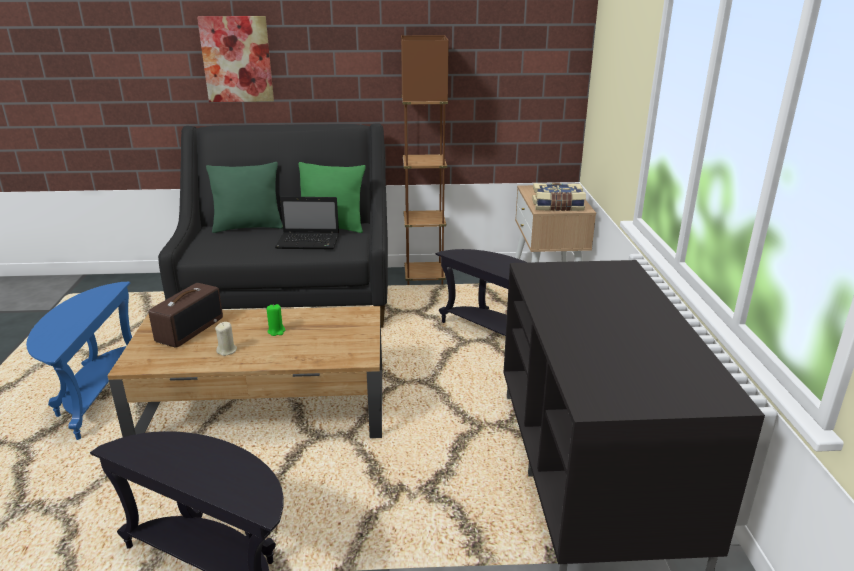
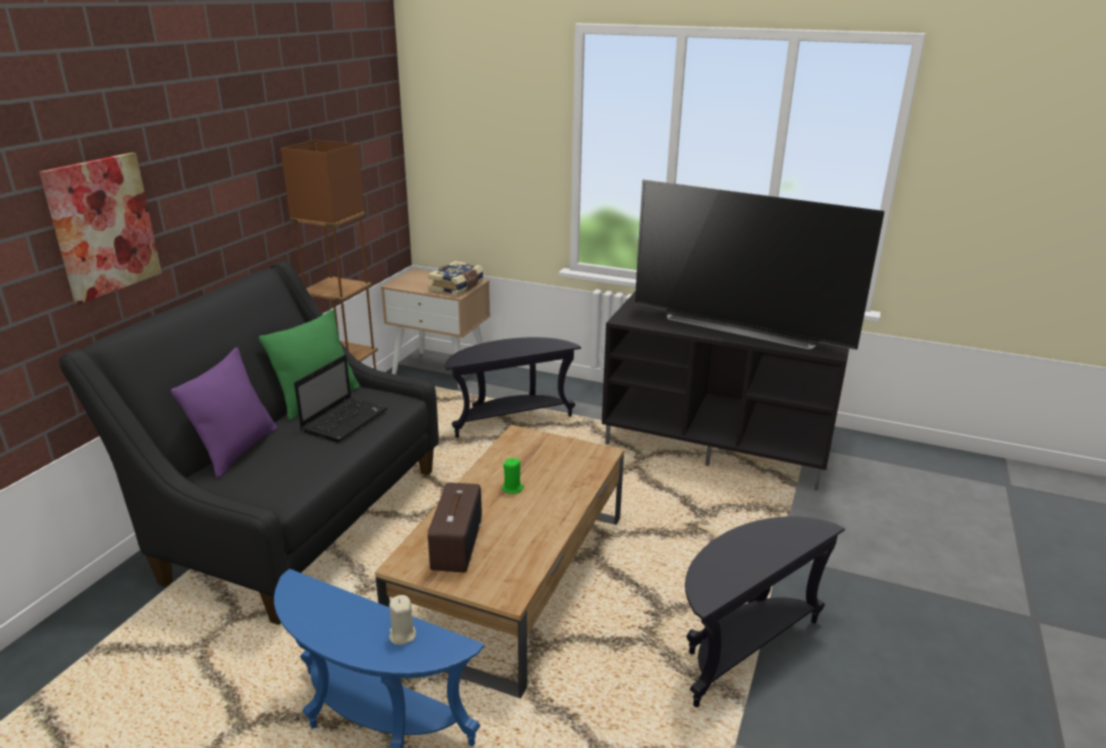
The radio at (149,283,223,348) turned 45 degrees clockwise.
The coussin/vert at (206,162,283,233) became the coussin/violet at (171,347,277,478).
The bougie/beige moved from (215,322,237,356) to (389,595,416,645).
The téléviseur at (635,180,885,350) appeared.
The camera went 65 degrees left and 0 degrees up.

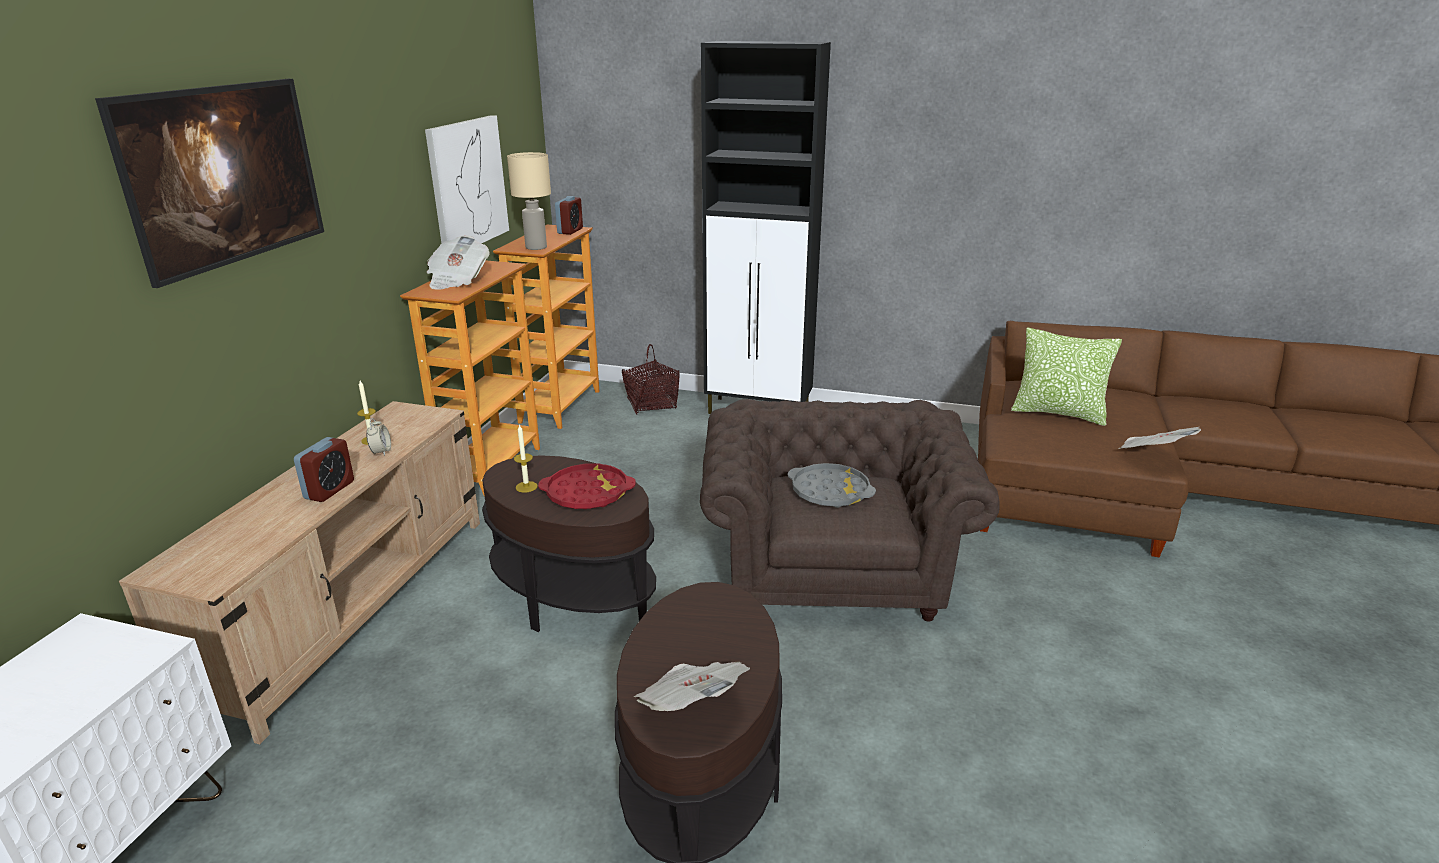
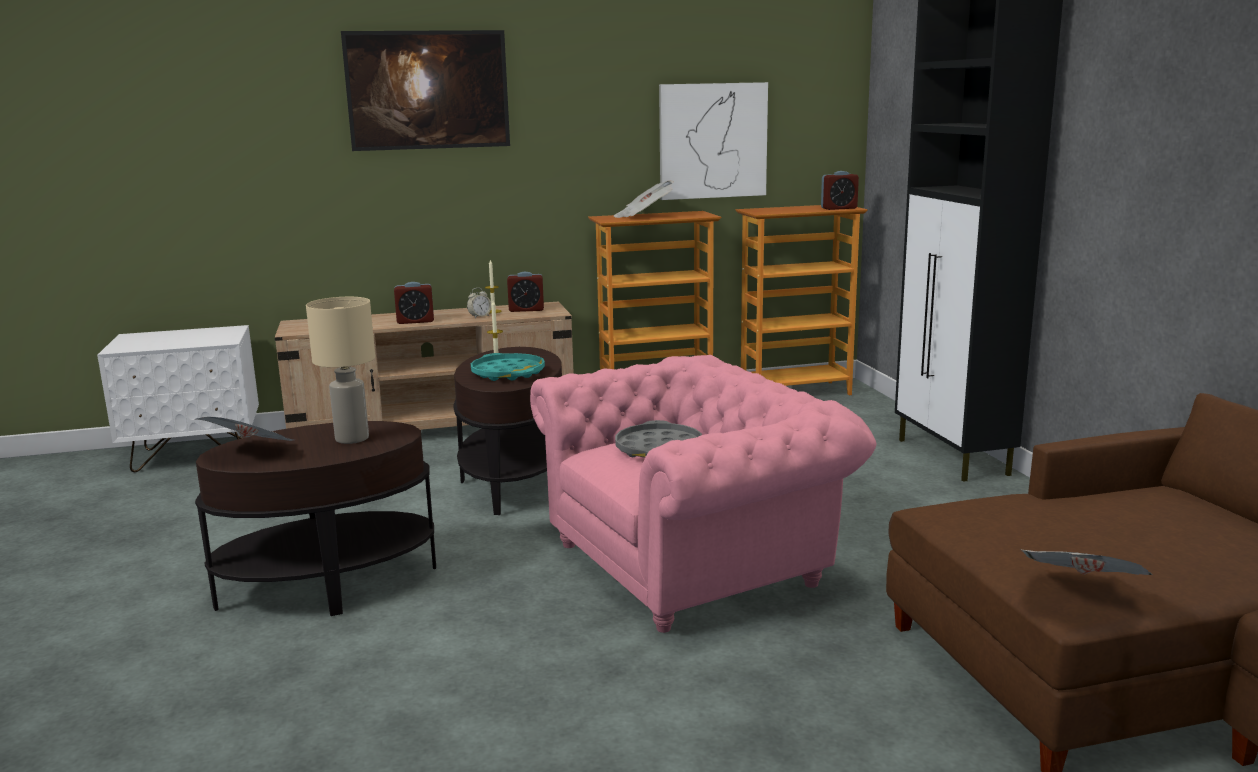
The lampe de table/beige moved from (507,152,551,250) to (306,297,375,444).
The plateau/rouge at (538,463,636,509) became the plateau/turquoise at (471,353,545,381).
The panier at (622,344,680,415) disappeared.
The fauteuil/marron at (700,399,1000,621) became the fauteuil/rose at (530,355,877,633).
The coussin at (1011,328,1122,426) disappeared.
The réveil at (507,272,544,312) appeared.
The camera went 60 degrees right and 10 degrees down.

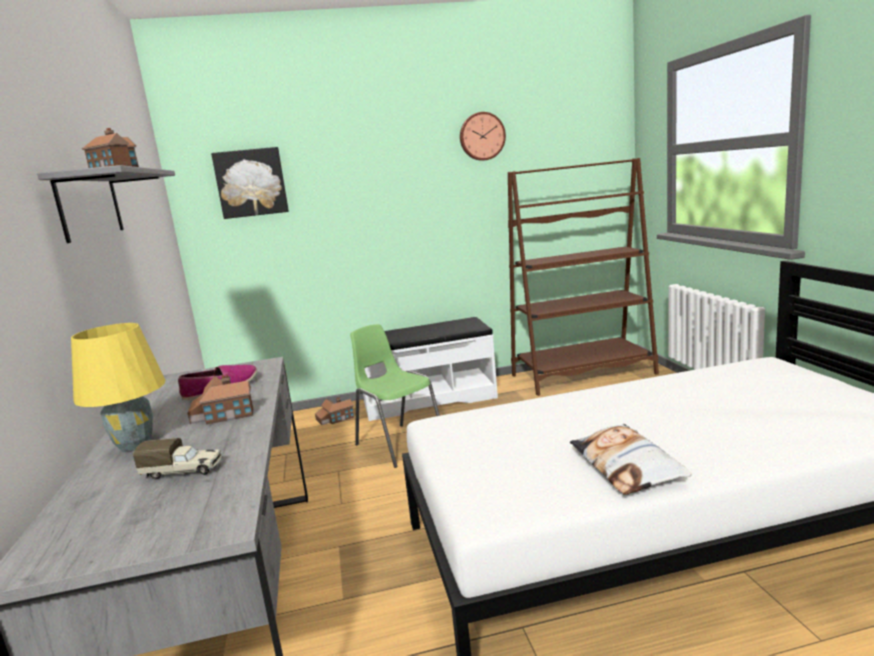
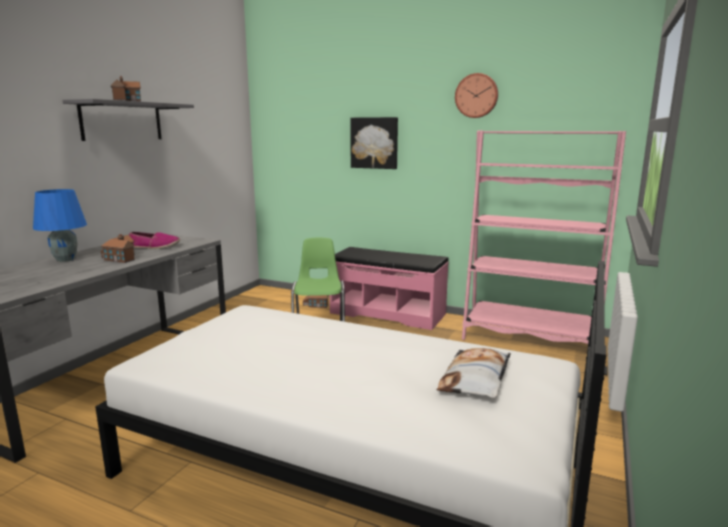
The lampe de table/jaune at (71,323,166,452) became the lampe de table/bleu at (33,189,87,262).
The camion jouet at (133,438,222,479) disappeared.
The tableau moved from (211,147,289,219) to (350,117,398,169).
The banc/blanc at (363,317,498,421) became the banc/rose at (330,247,449,330).
The bibliothèque/marron at (508,158,659,396) became the bibliothèque/rose at (462,131,626,344).
The coussin moved from (570,424,692,495) to (437,348,511,398).
The camera went 35 degrees right and 0 degrees up.

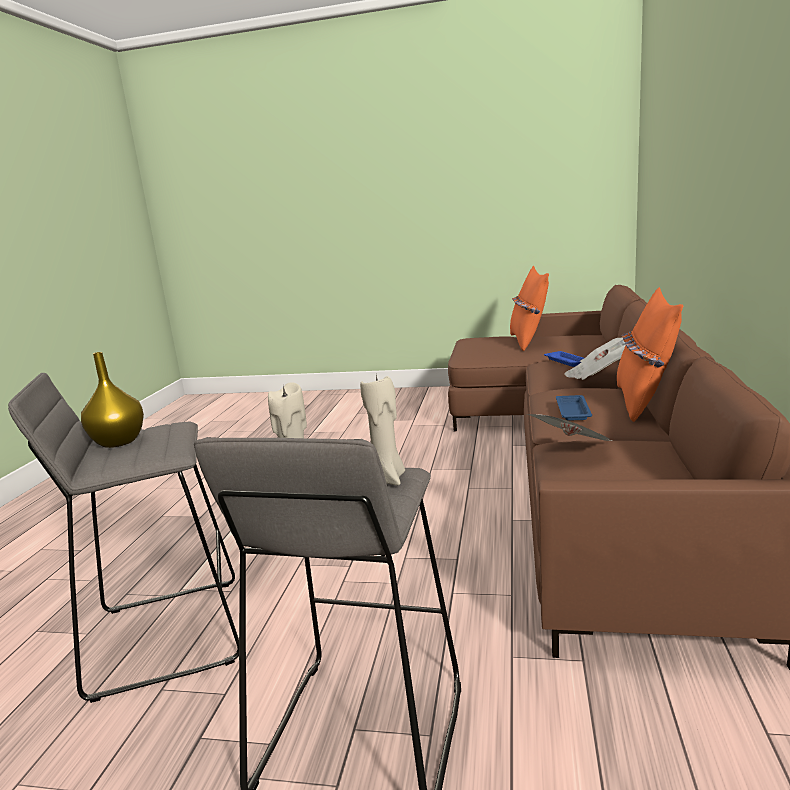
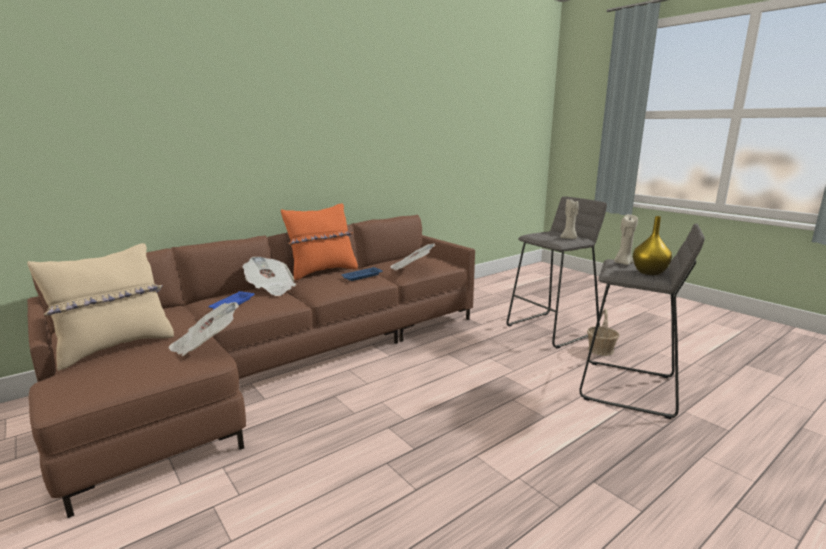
The bougie/beige moved from (360,375,405,485) to (614,214,638,265).
The coussin/orange at (510,266,549,351) became the coussin/beige at (27,243,174,371).
The journal at (169,302,239,356) appeared.
The panier at (587,308,619,356) appeared.
The camera went 140 degrees left and 0 degrees up.

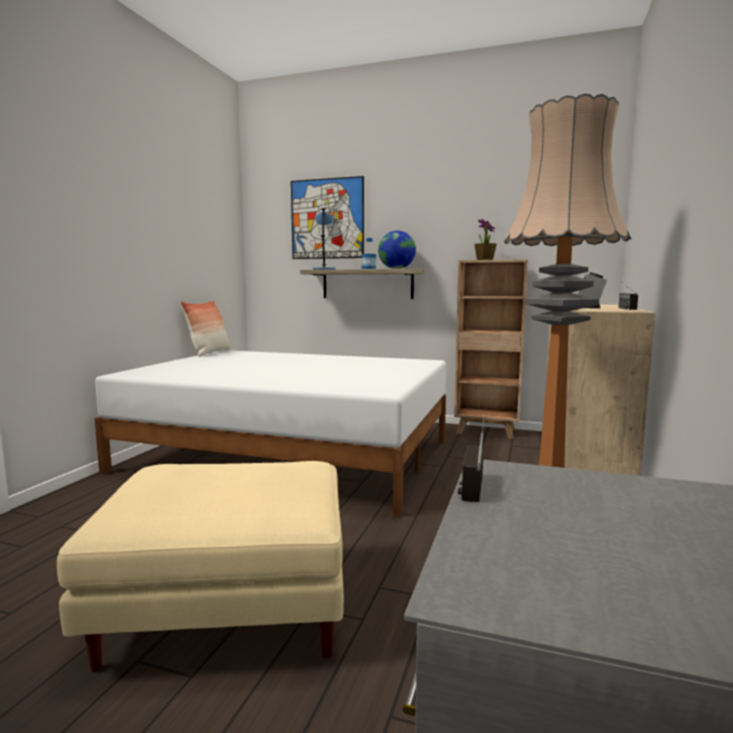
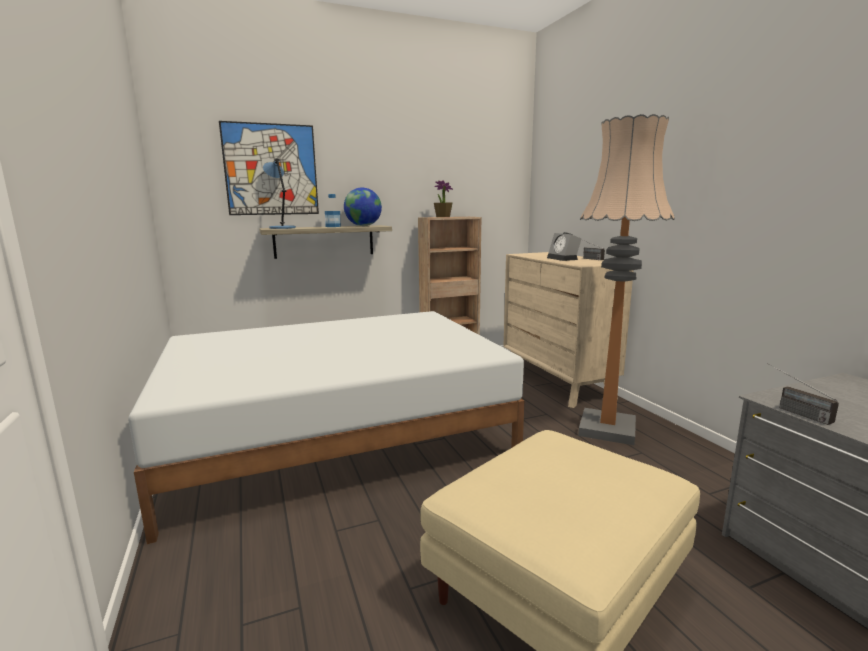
The coussin at (180,301,231,357) disappeared.
The camera went 40 degrees left and 5 degrees up.

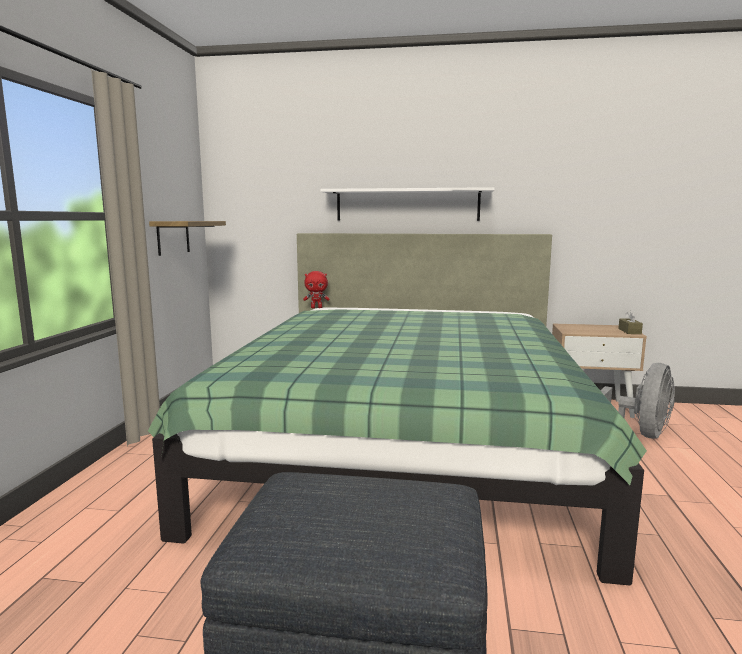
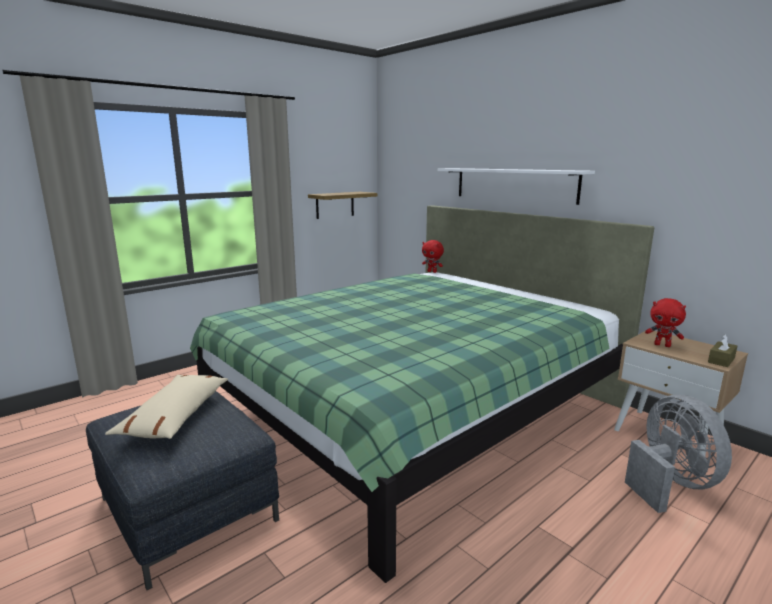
The ventilateur/gris at (600,363,675,438) turned 90 degrees counterclockwise.
The coussin/beige at (105,375,228,439) appeared.
The peluche/rouge at (645,298,686,347) appeared.
The camera went 40 degrees right and 5 degrees up.

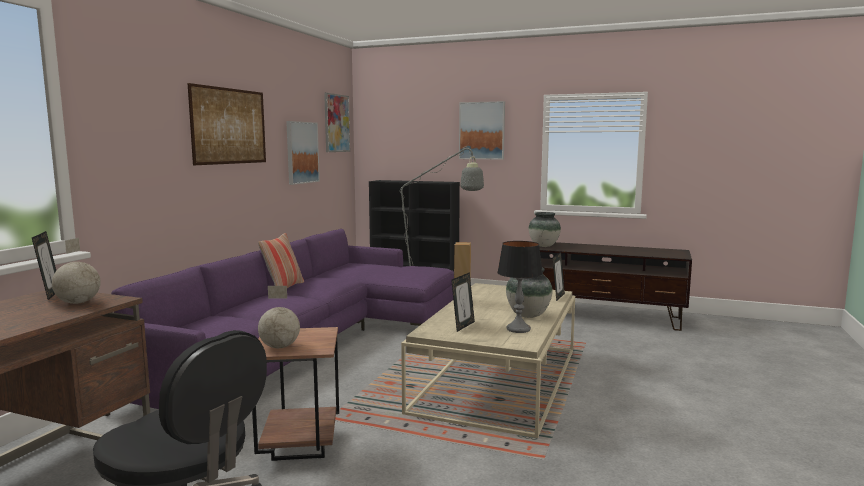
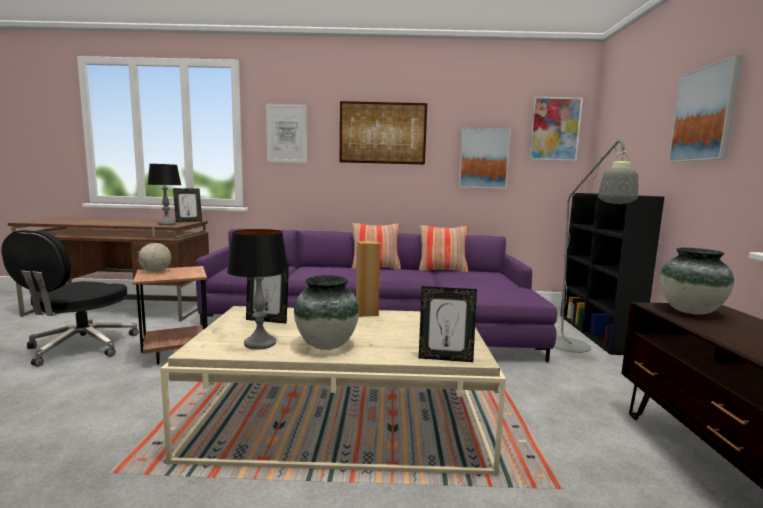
The globe at (52,238,101,304) was replaced by the lampe de table at (147,164,181,225).
The tableau at (266,104,307,163) appeared.
The coussin at (419,225,468,273) appeared.
The camera went 70 degrees right and 0 degrees up.

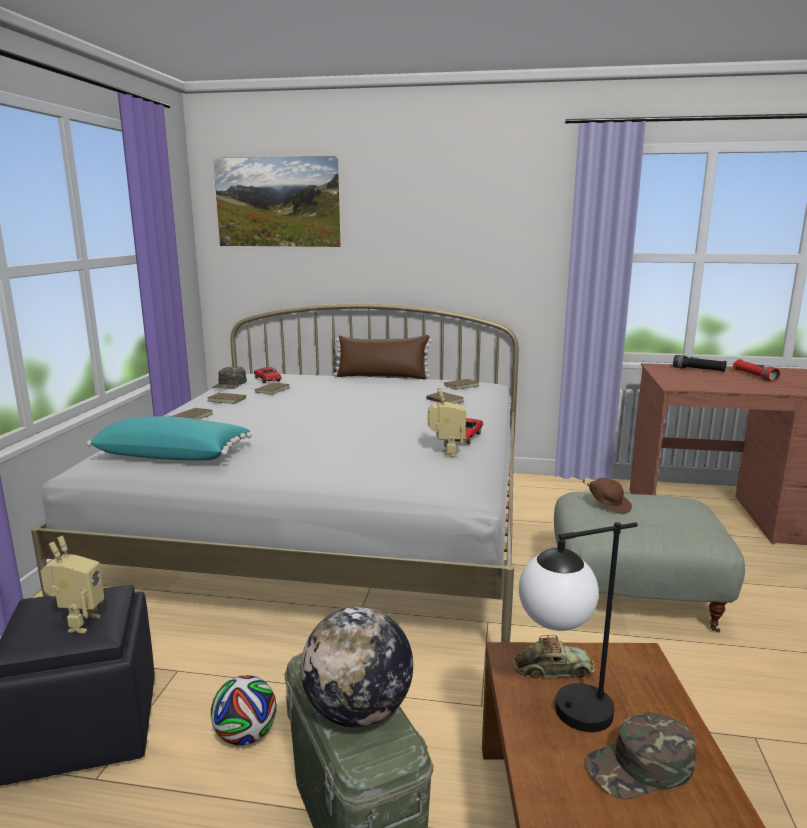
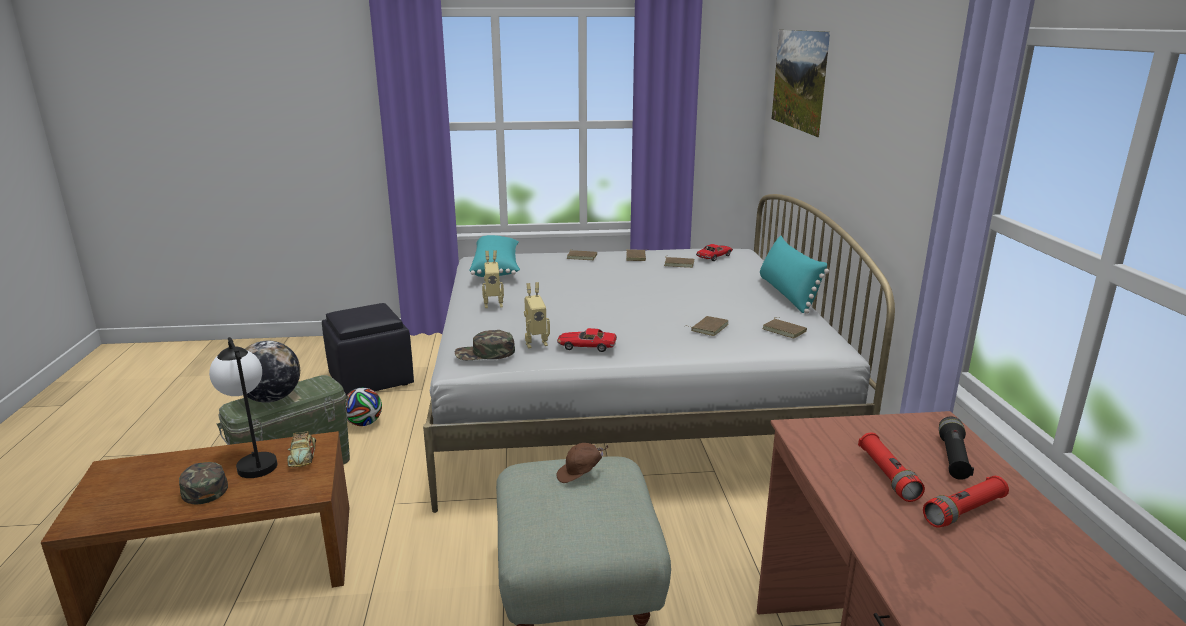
The robot jouet moved from (41,536,105,633) to (482,250,504,308).
The casquette/vert moved from (212,366,247,389) to (455,330,515,360).
The coussin/marron at (334,335,432,379) became the coussin/turquoise at (760,236,829,314).
The casquette/marron at (582,478,632,514) turned 45 degrees clockwise.
The lampe de poche/rouge at (858,432,925,502) appeared.
The camera went 75 degrees right and 5 degrees up.

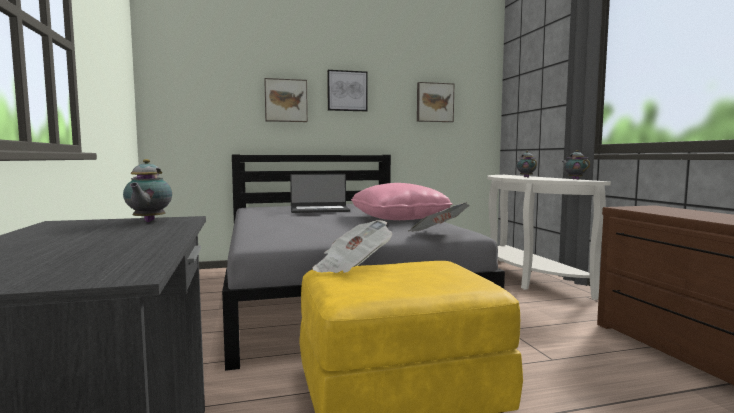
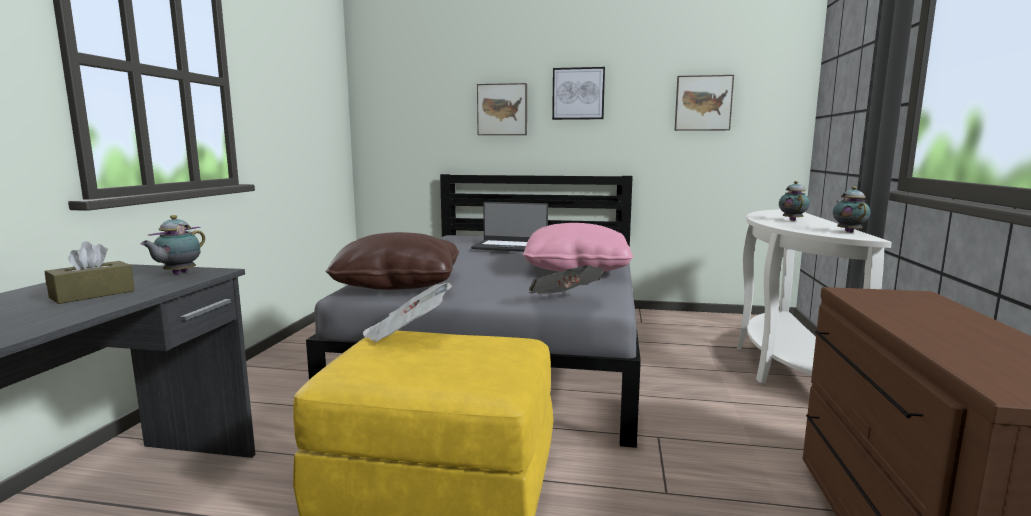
The boîte à mouchoirs/marron at (44,241,135,304) appeared.
The coussin/marron at (325,232,459,290) appeared.
The camera went 25 degrees right and 5 degrees up.

